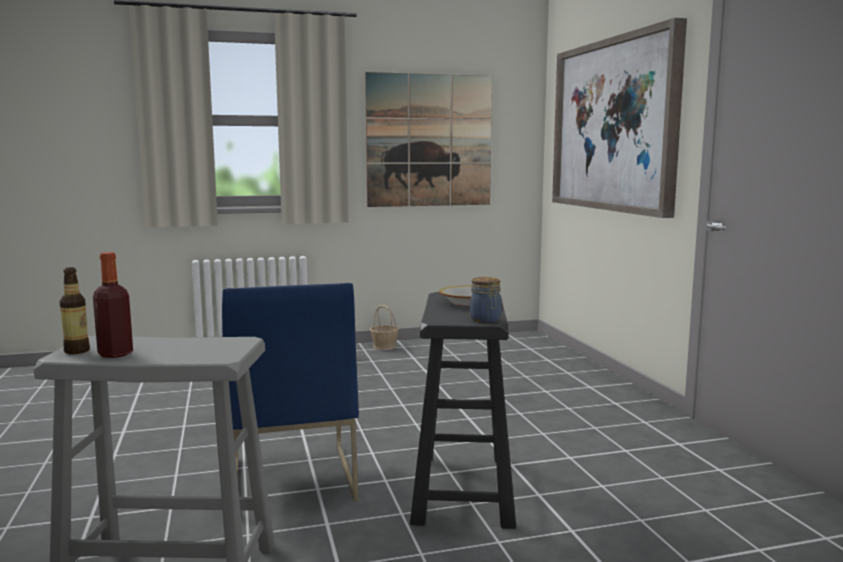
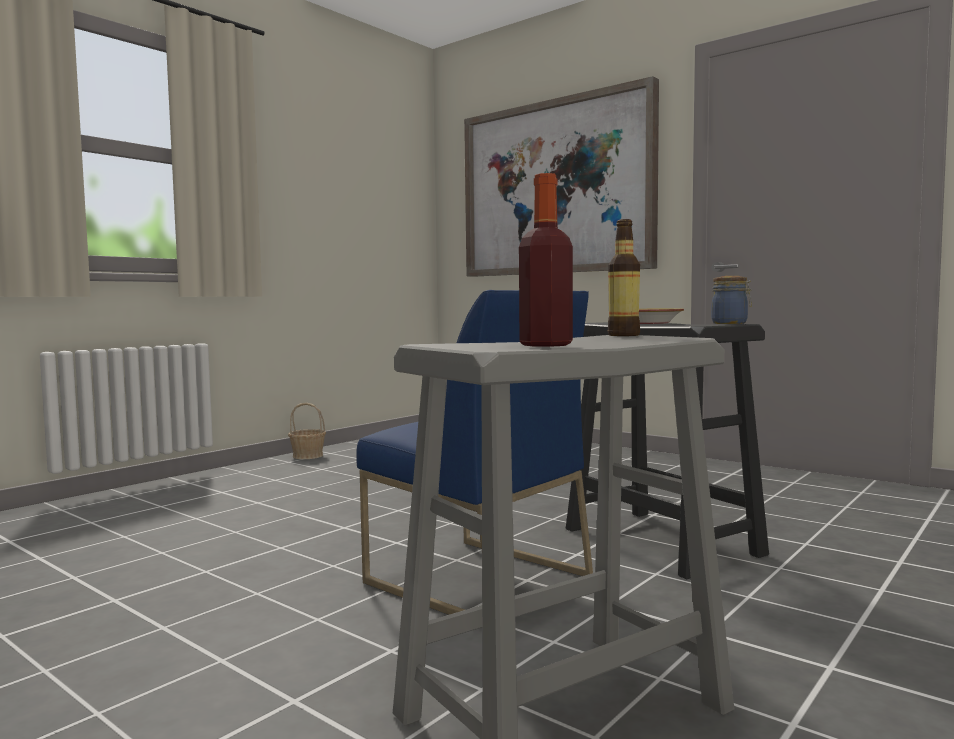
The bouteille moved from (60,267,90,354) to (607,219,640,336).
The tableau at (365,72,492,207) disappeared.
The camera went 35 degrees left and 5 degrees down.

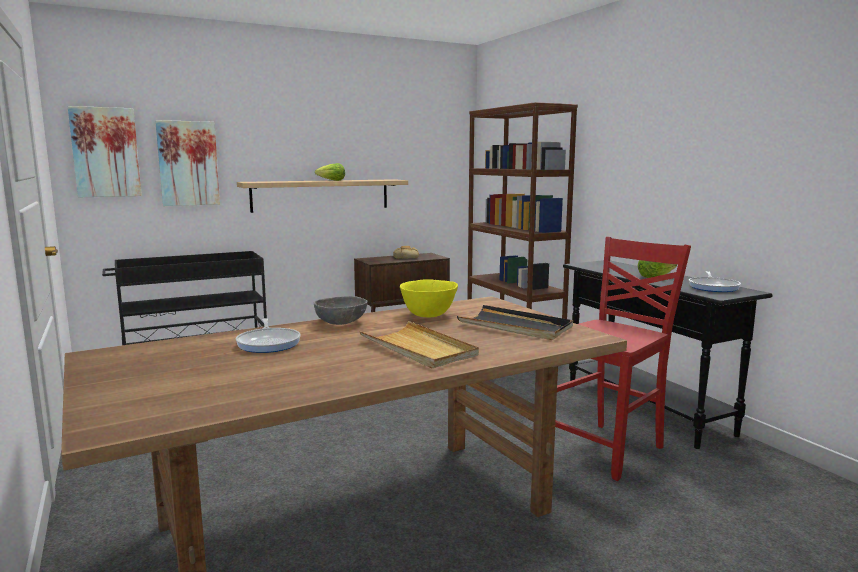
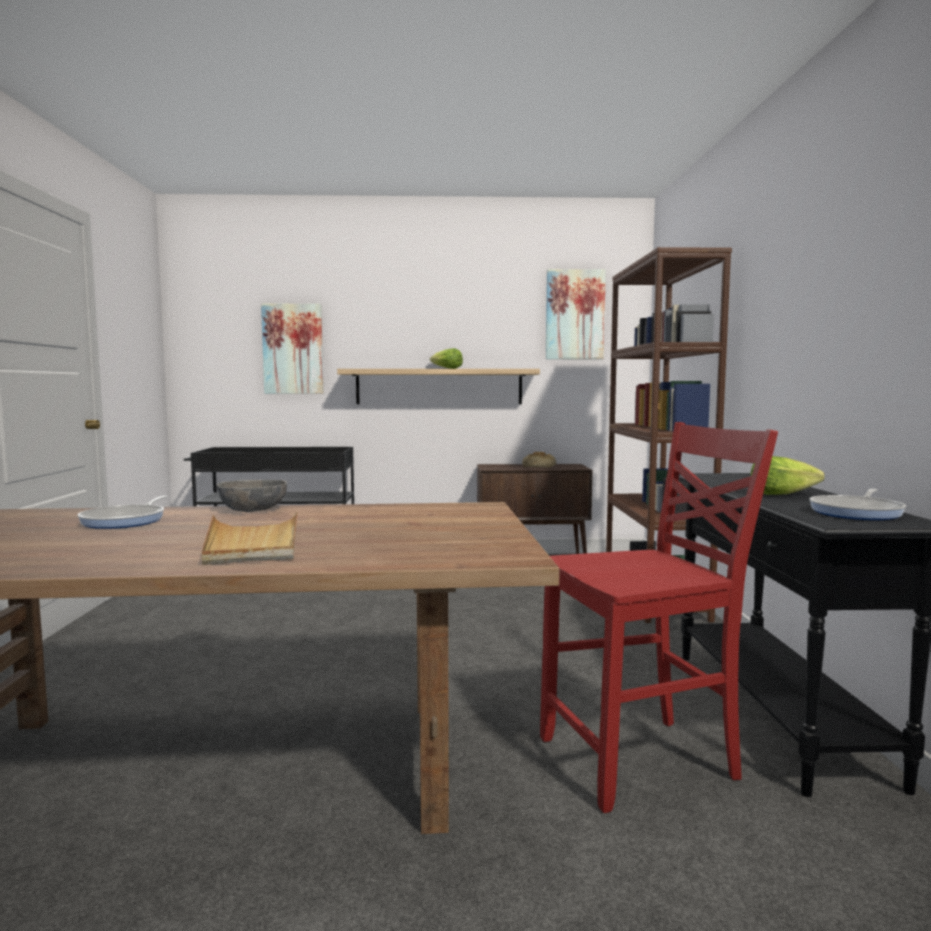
The tableau moved from (68,106,142,197) to (546,269,606,359).
The bol/jaune at (400,279,458,318) disappeared.
The plateau/noir at (457,305,573,340) disappeared.
The camera went 25 degrees right and 5 degrees down.

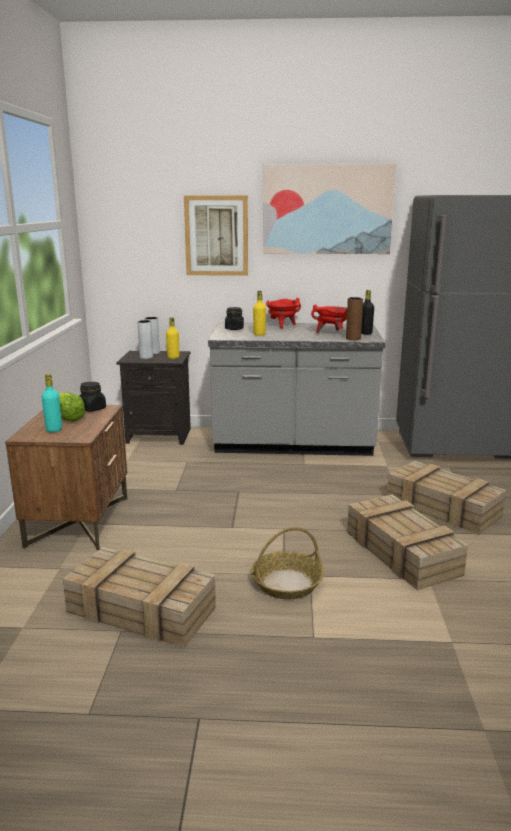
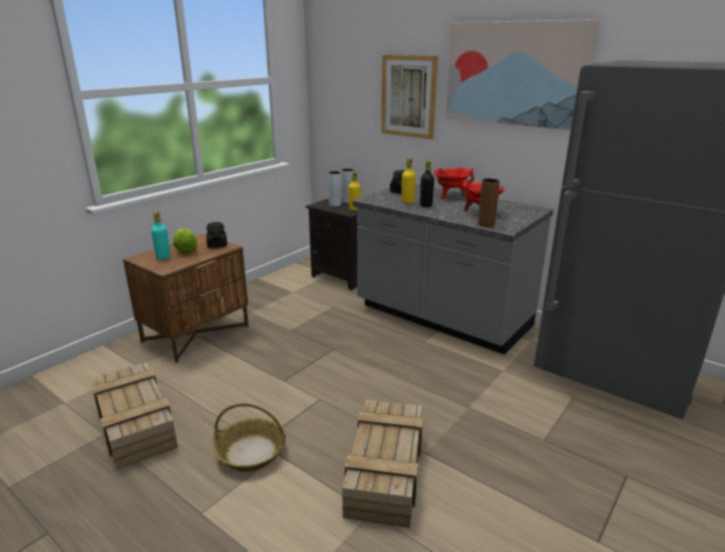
The bouteille/noir moved from (361,290,374,334) to (420,160,434,207).
The caisse at (387,461,506,534) disappeared.
The camera went 35 degrees right and 5 degrees up.

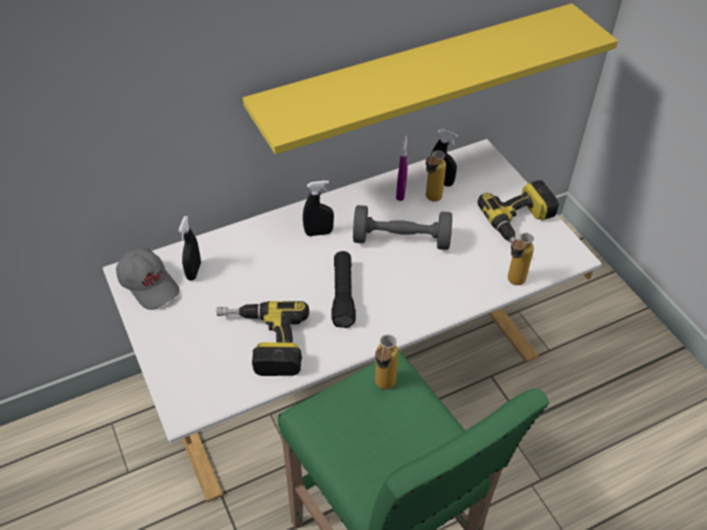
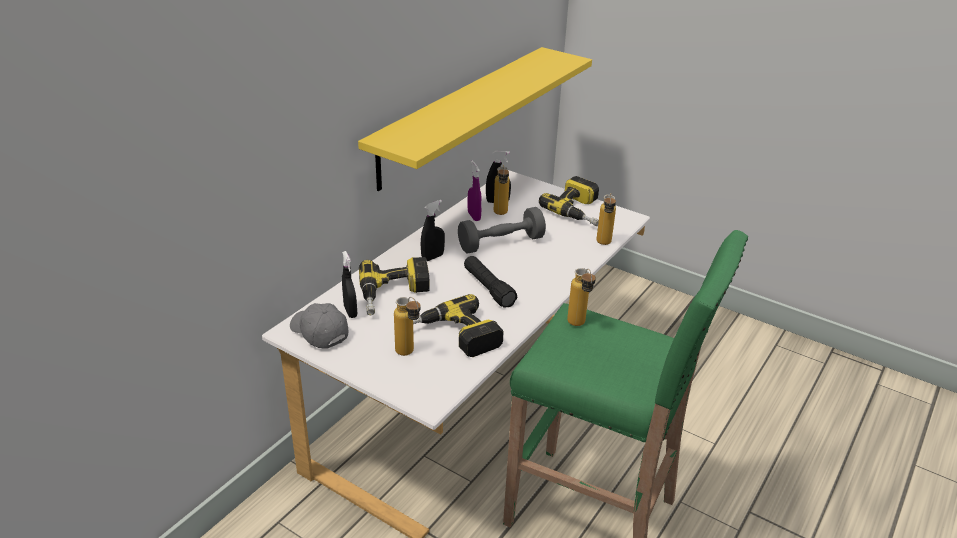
The casquette/gris at (116,248,180,310) turned 150 degrees counterclockwise.
The perceuse at (359,257,429,315) appeared.
The bouteille at (394,297,421,356) appeared.
The camera went 30 degrees left and 15 degrees down.

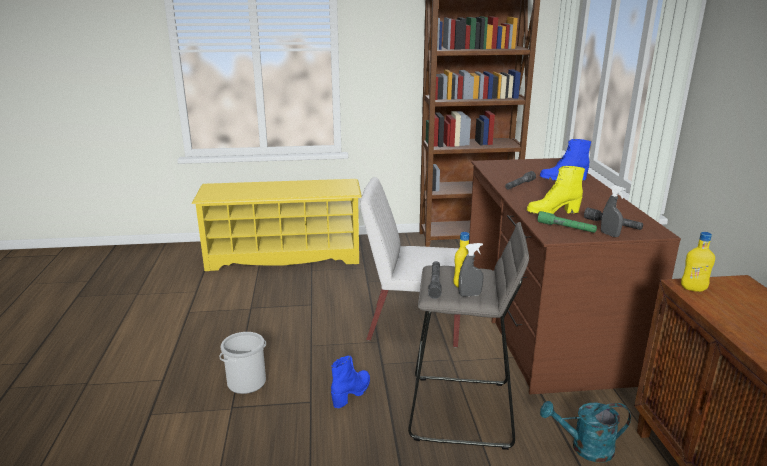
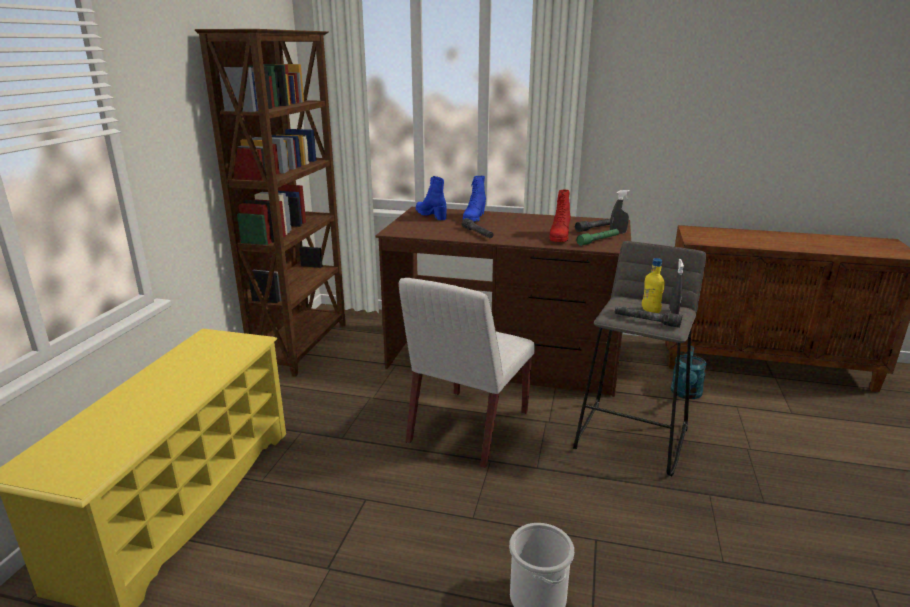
The botte/bleu moved from (331,355,370,408) to (416,176,447,221).
The botte/jaune at (527,166,585,214) became the botte/rouge at (549,190,571,242).
The bouteille/jaune at (681,232,715,292) disappeared.
The camera went 70 degrees left and 0 degrees up.

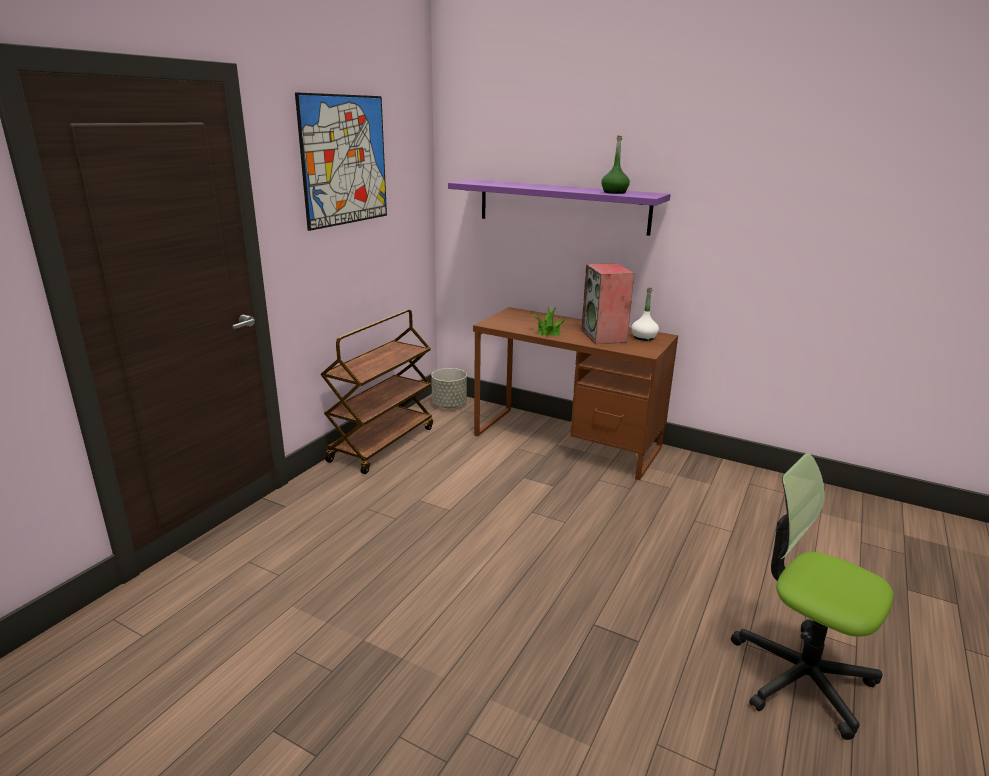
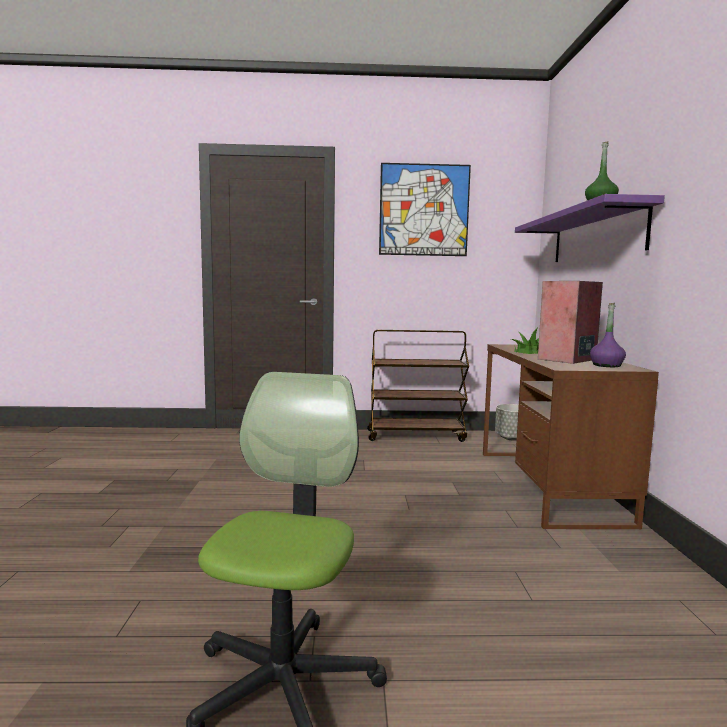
The bouteille/blanc at (631,287,659,341) became the bouteille/violet at (590,303,626,367).
The camera went 60 degrees right and 15 degrees down.

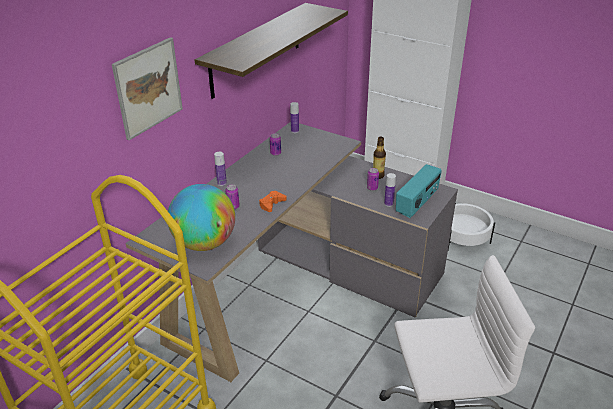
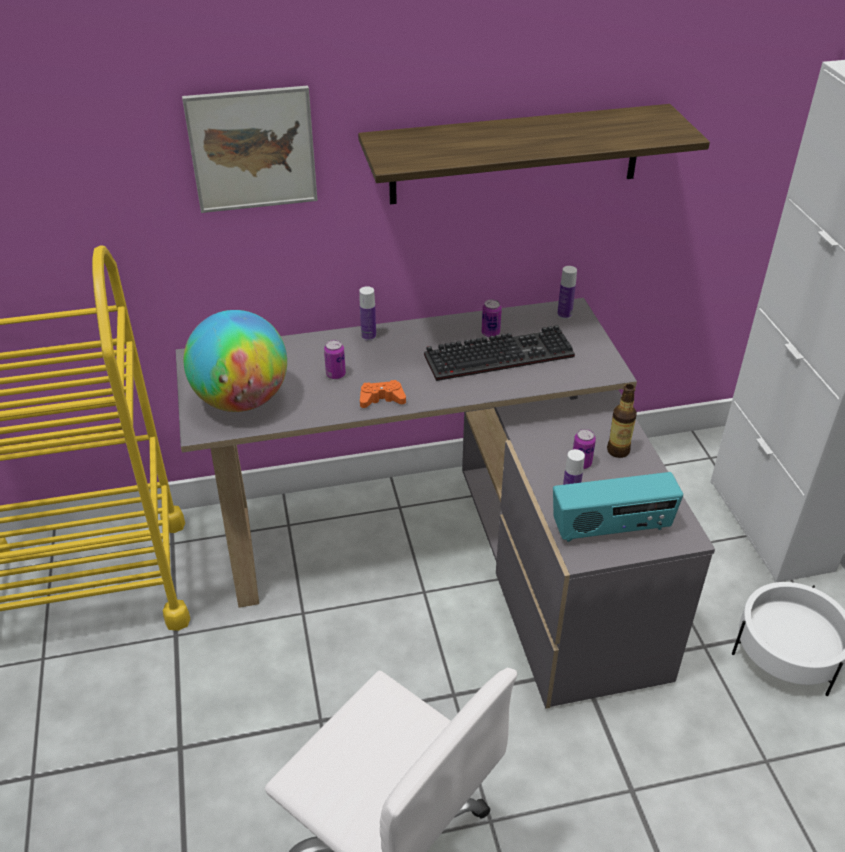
The clavier at (424,325,575,381) appeared.
The camera went 45 degrees right and 5 degrees up.

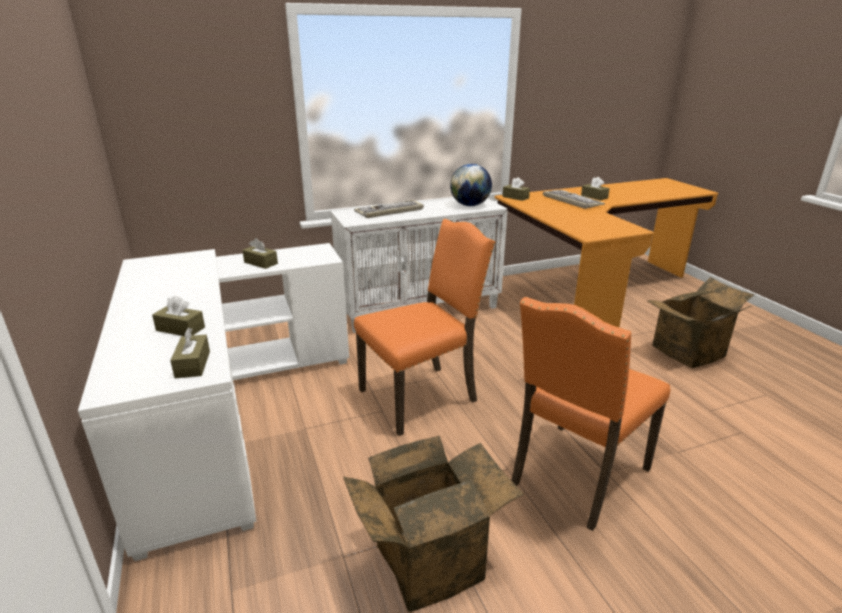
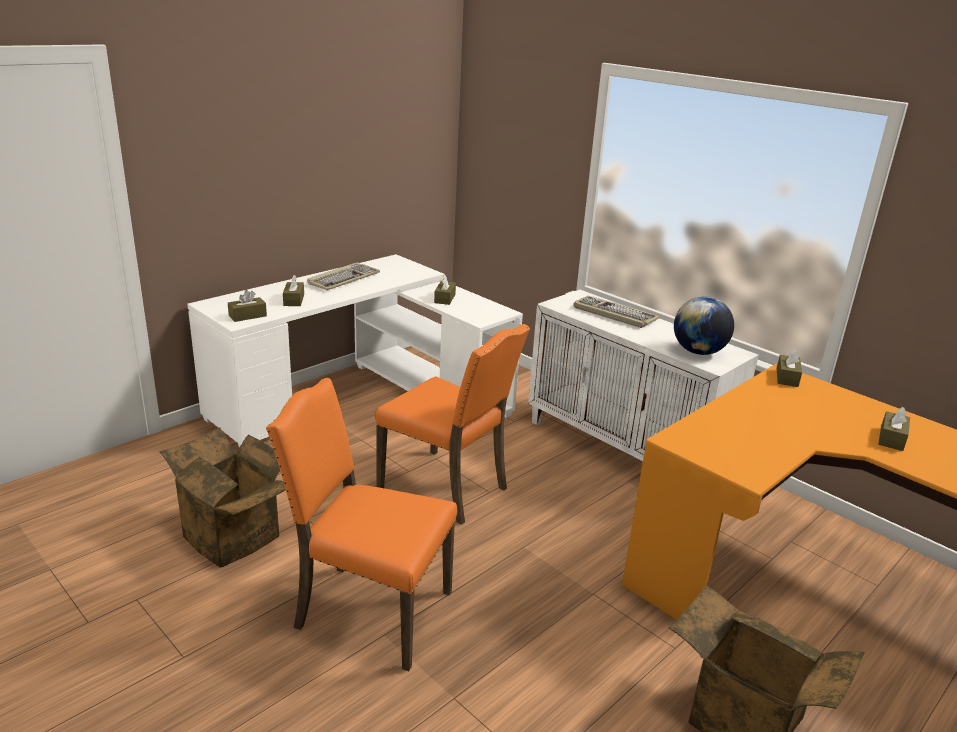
The clavier moved from (543,190,605,209) to (307,262,380,291).
The camera went 65 degrees right and 0 degrees up.

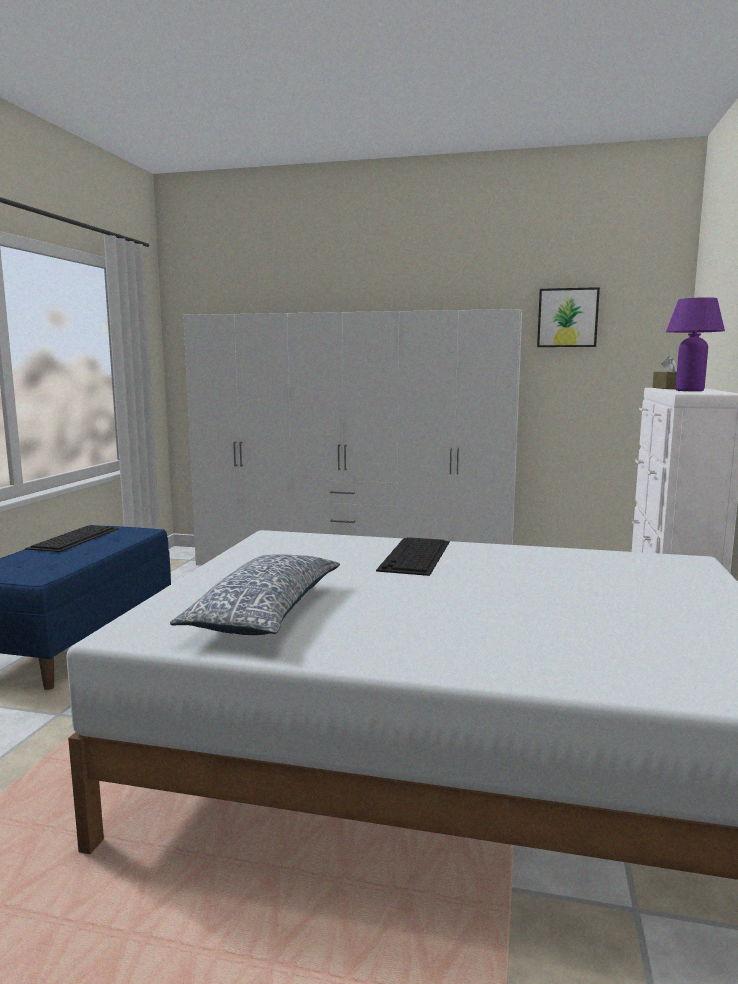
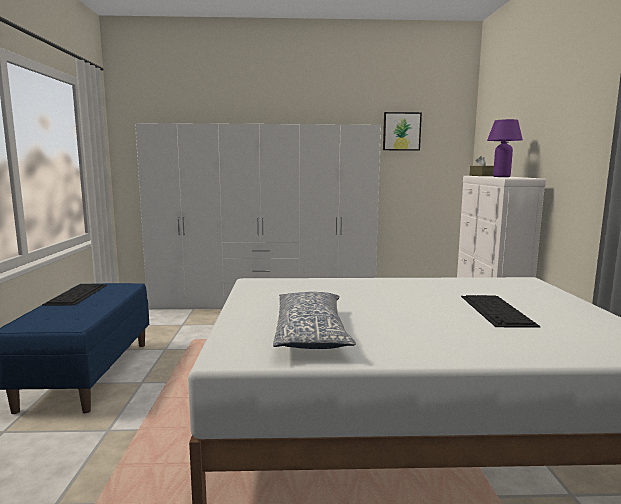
The clavier moved from (376,537,450,576) to (461,295,540,328).
The camera went 15 degrees left and 0 degrees up.

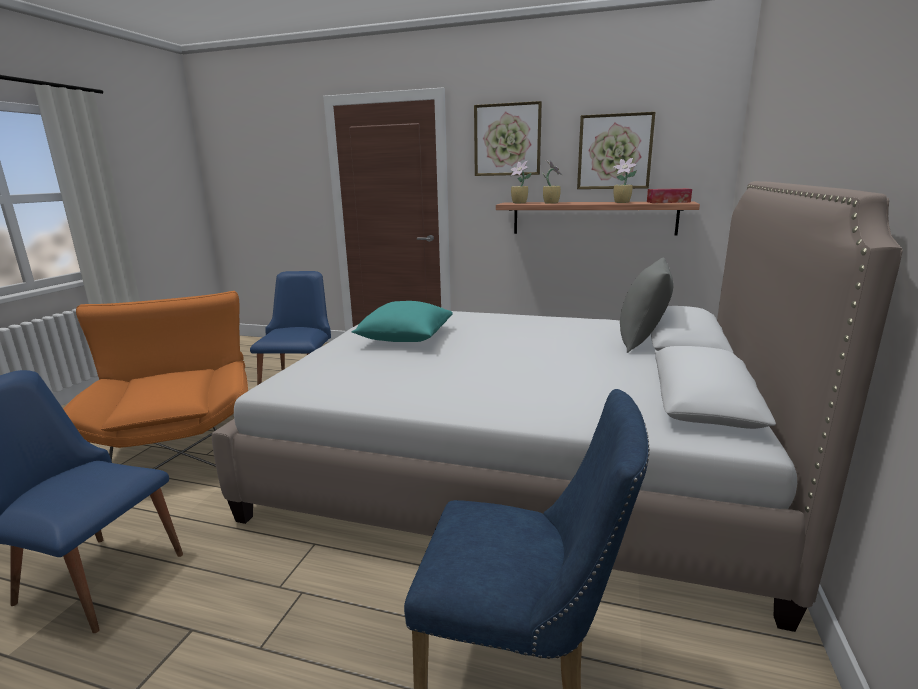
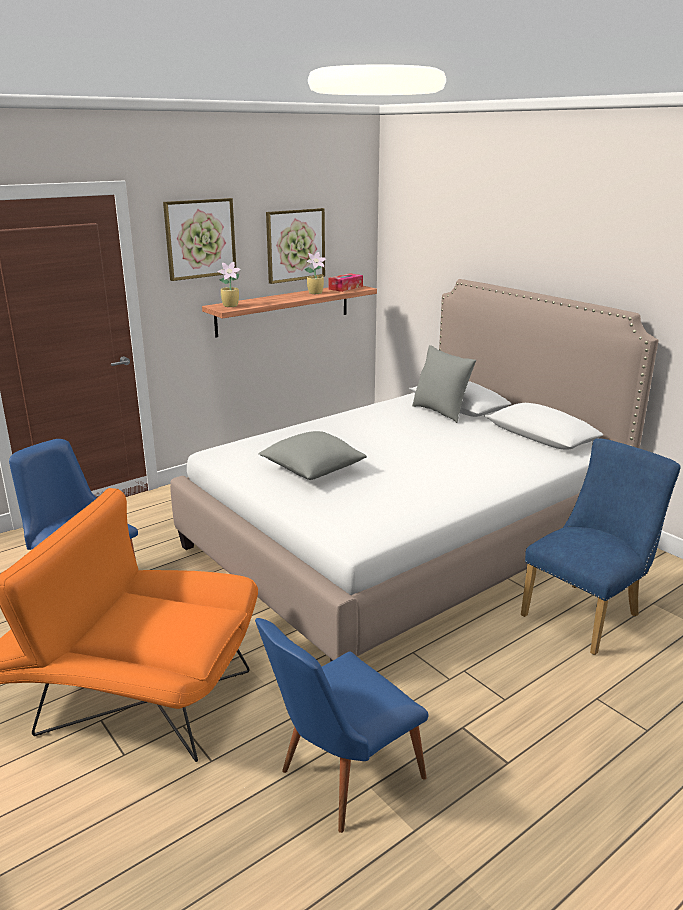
The coussin/turquoise at (351,301,453,342) became the coussin/gris at (258,431,367,480).
The plante en pot at (543,160,562,204) disappeared.
The camera went 55 degrees left and 5 degrees up.

